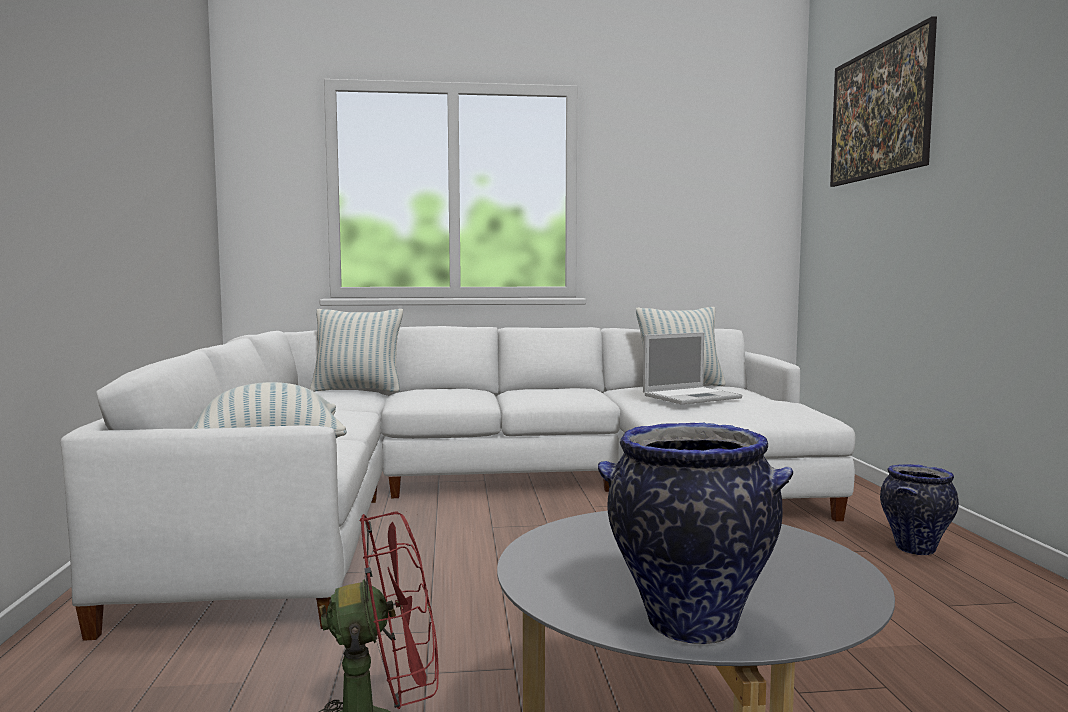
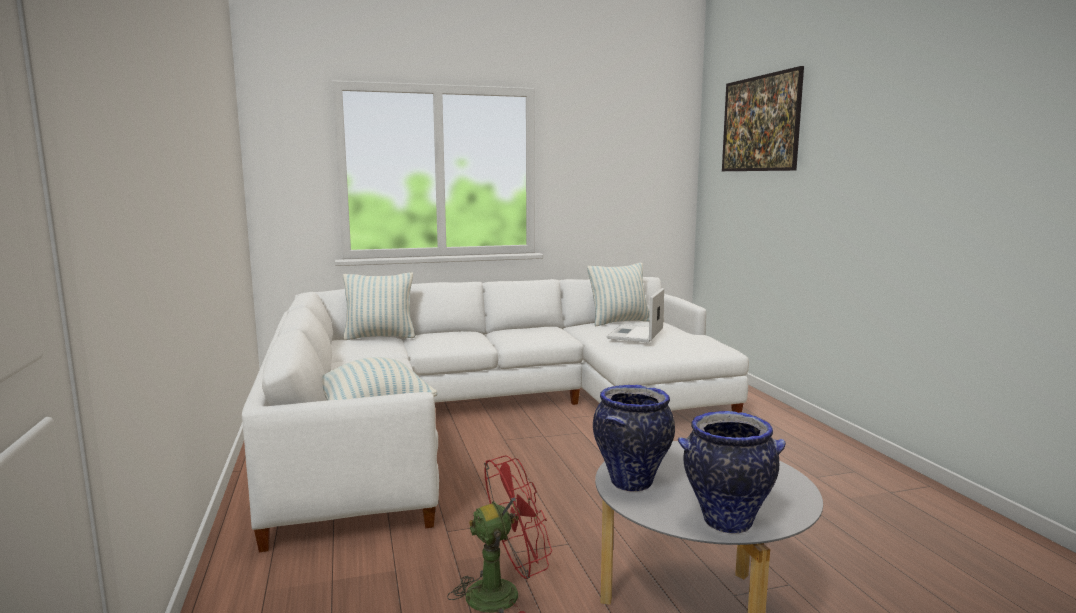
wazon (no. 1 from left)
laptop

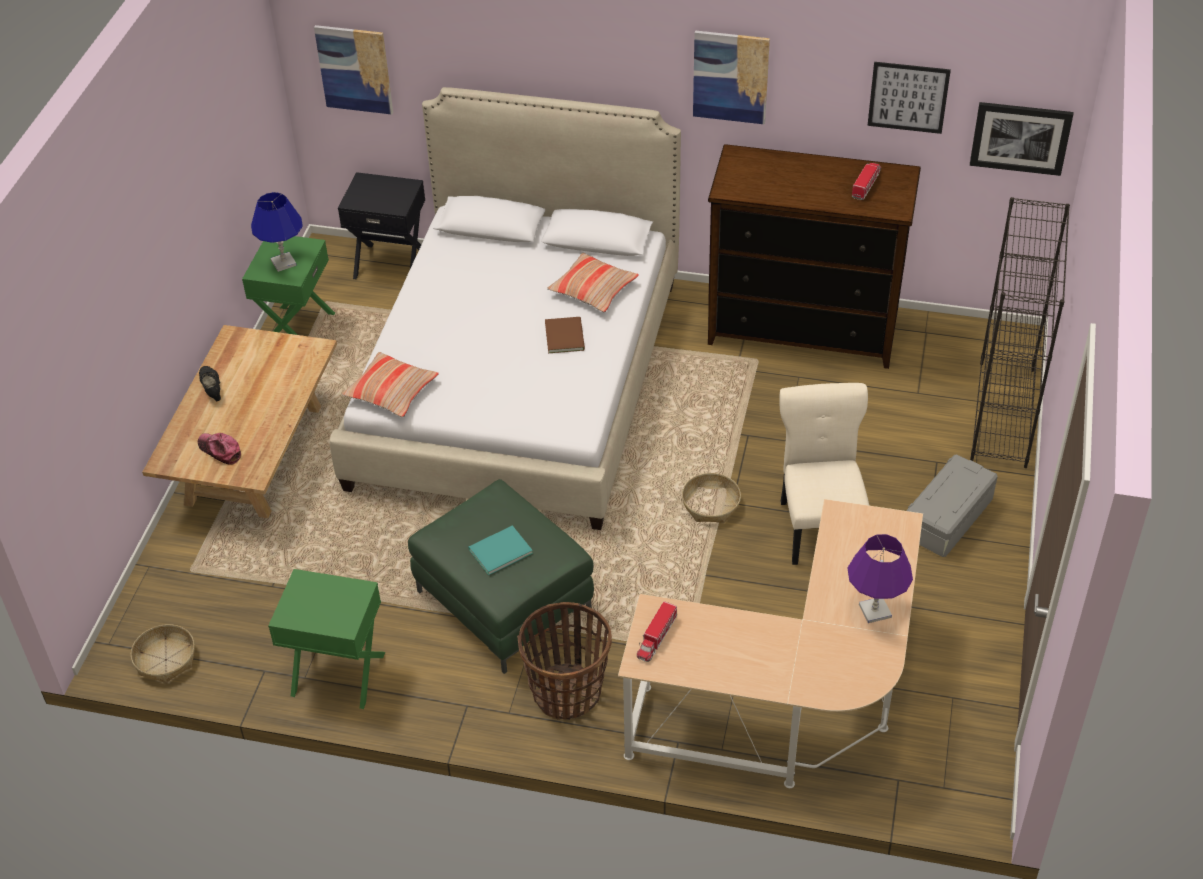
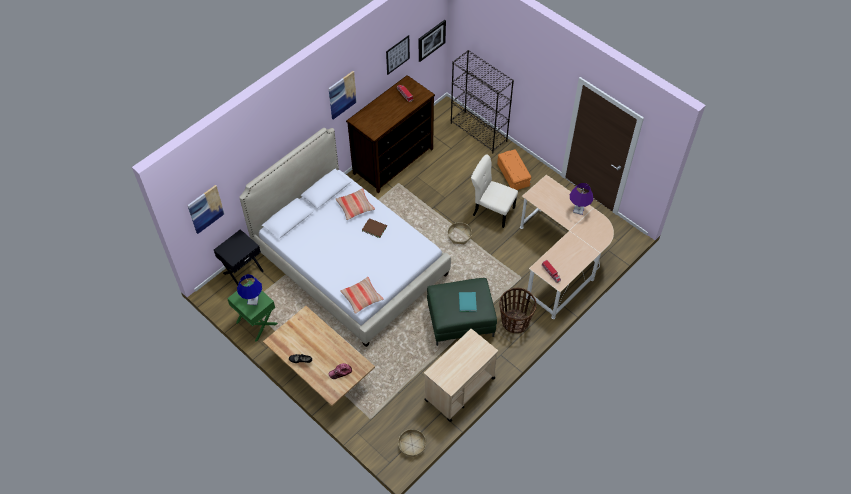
wózek [beżowy]
pojemnik do przechowywania [pomarańczowy]

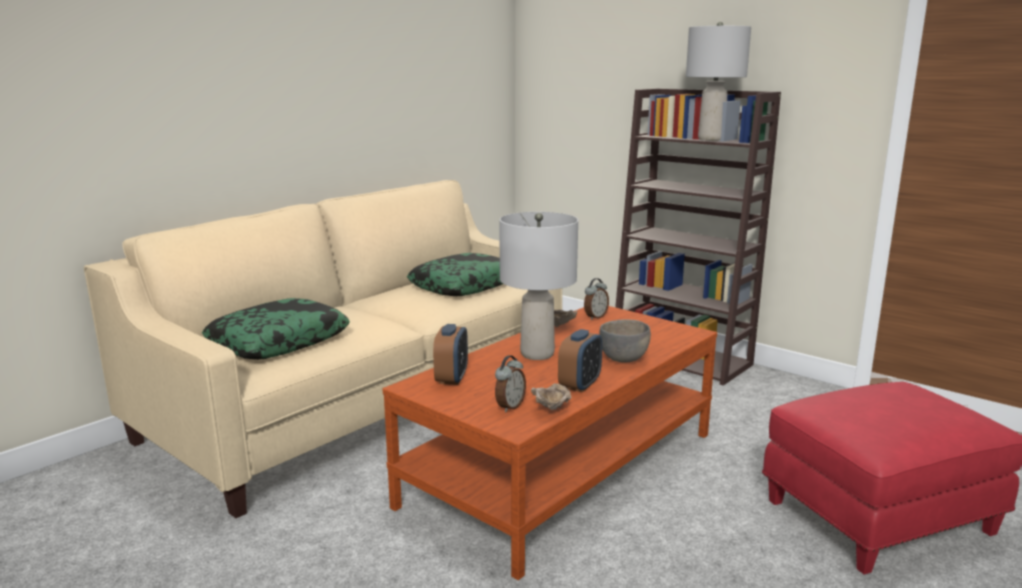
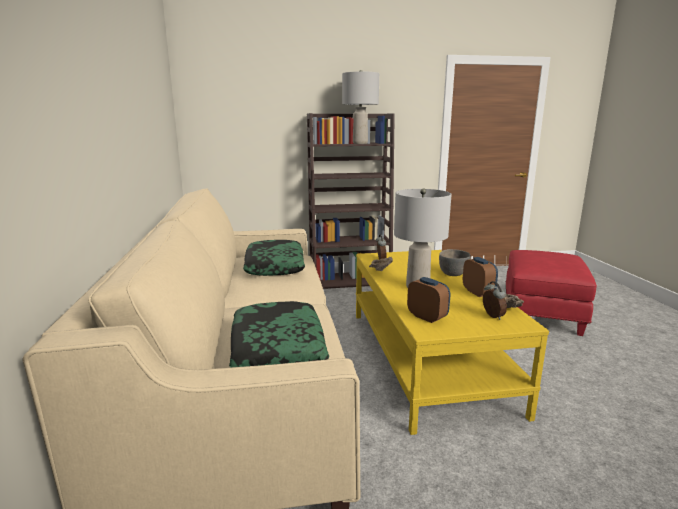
ława [żółty]

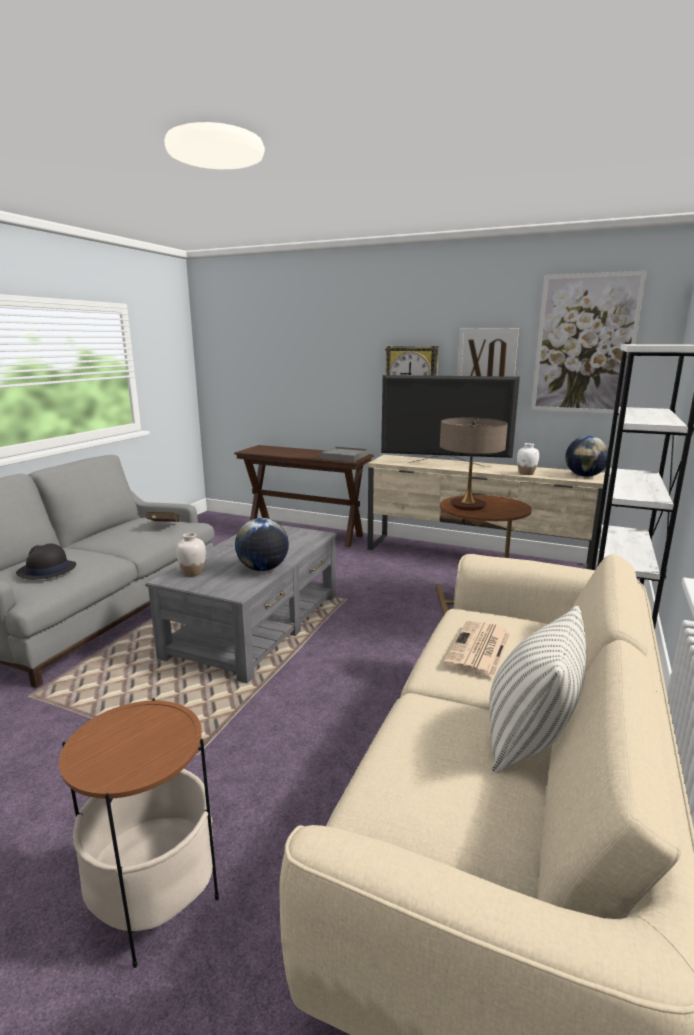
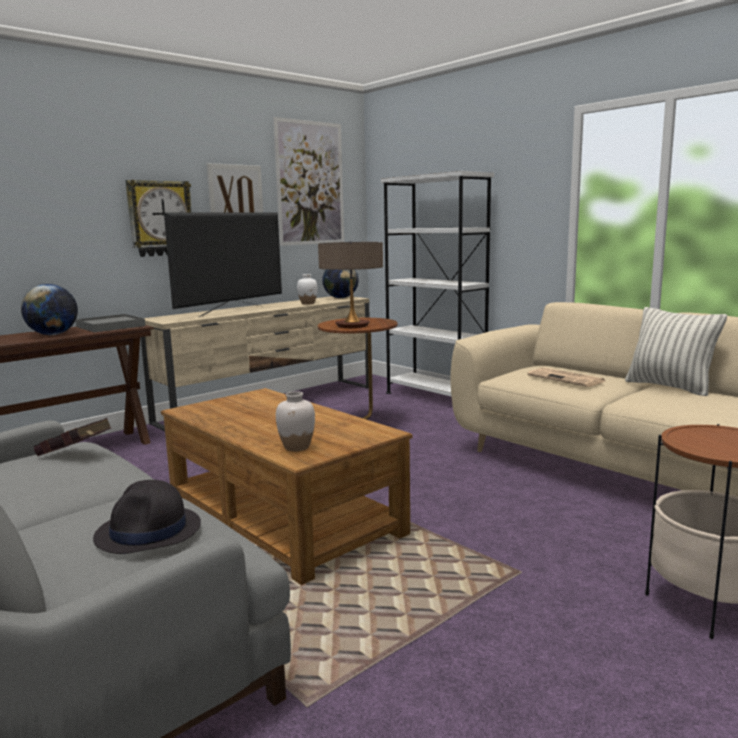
globus (no. 1 from left)
ława [brązowy]

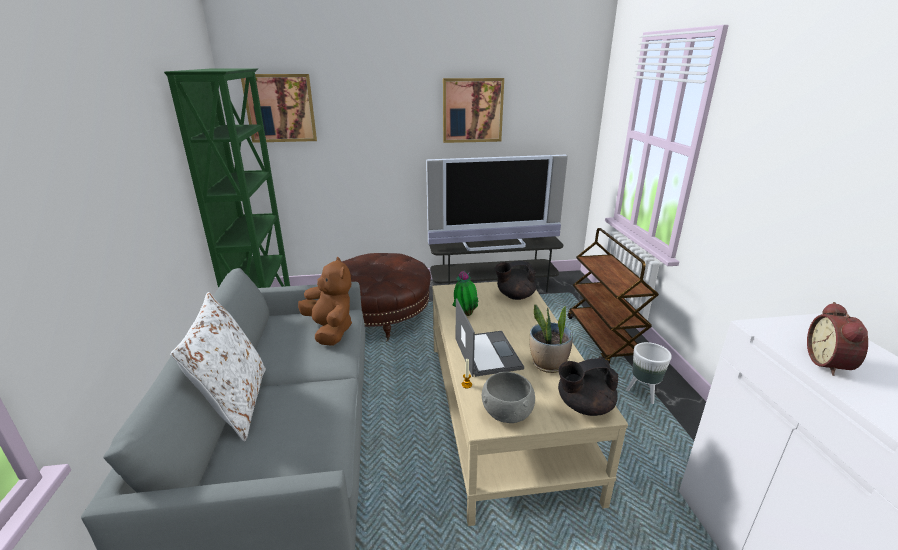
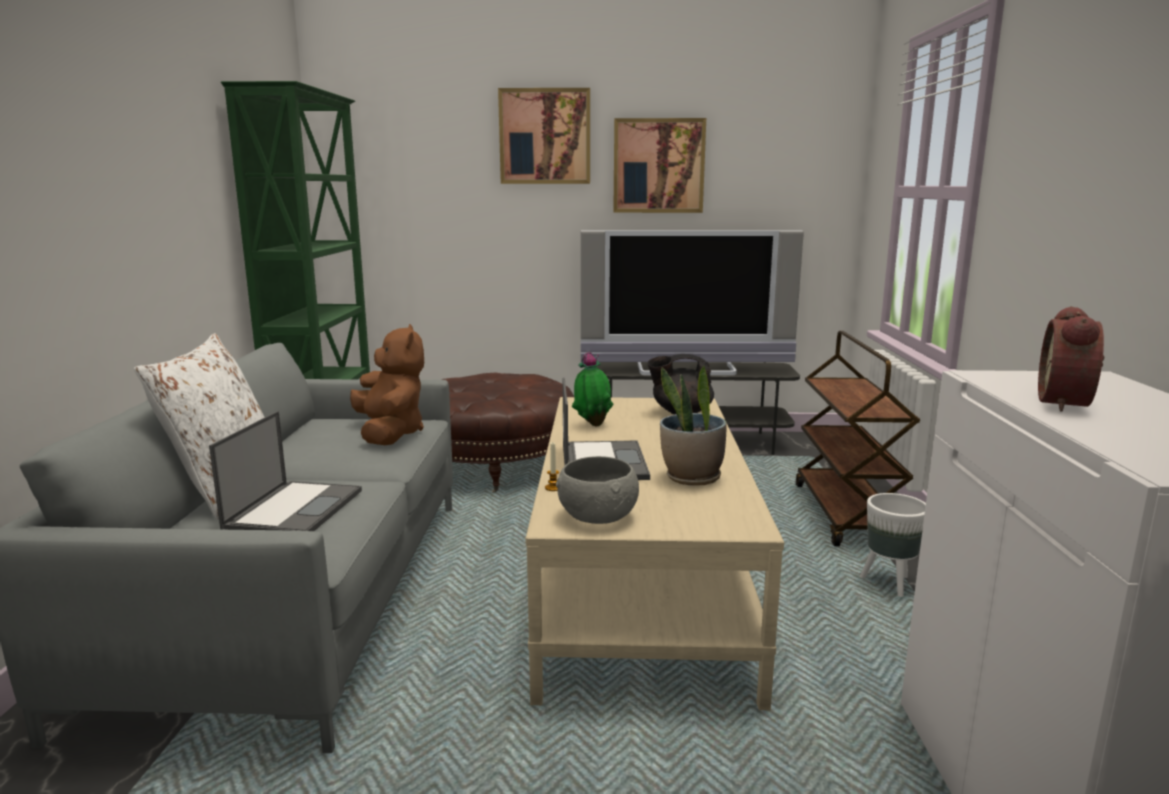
laptop (no. 1 from left)
obraz (no. 1 from left)
imbryk [czarny] (no. 2 from left in the first image)

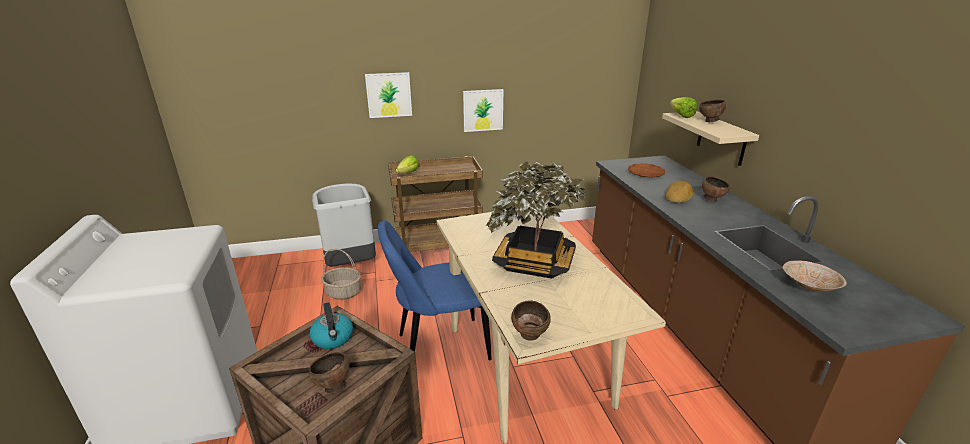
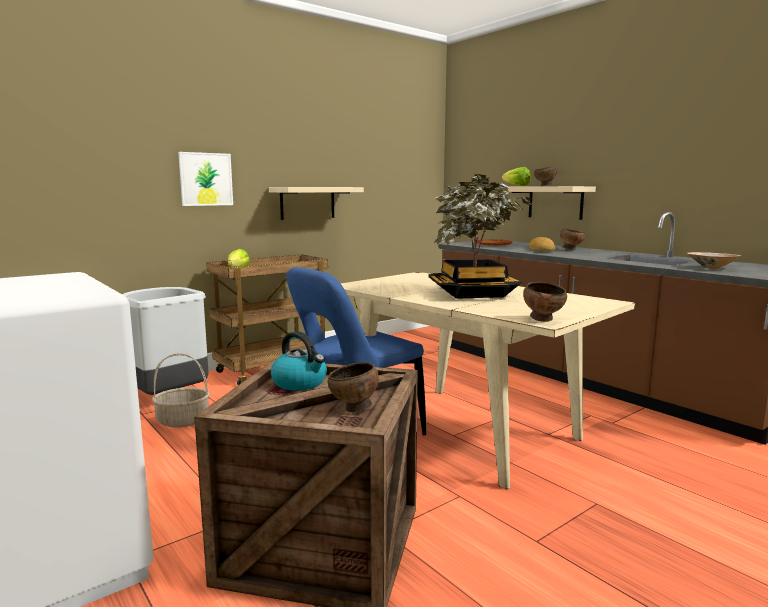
półka [beżowy] (no. 1 from left)

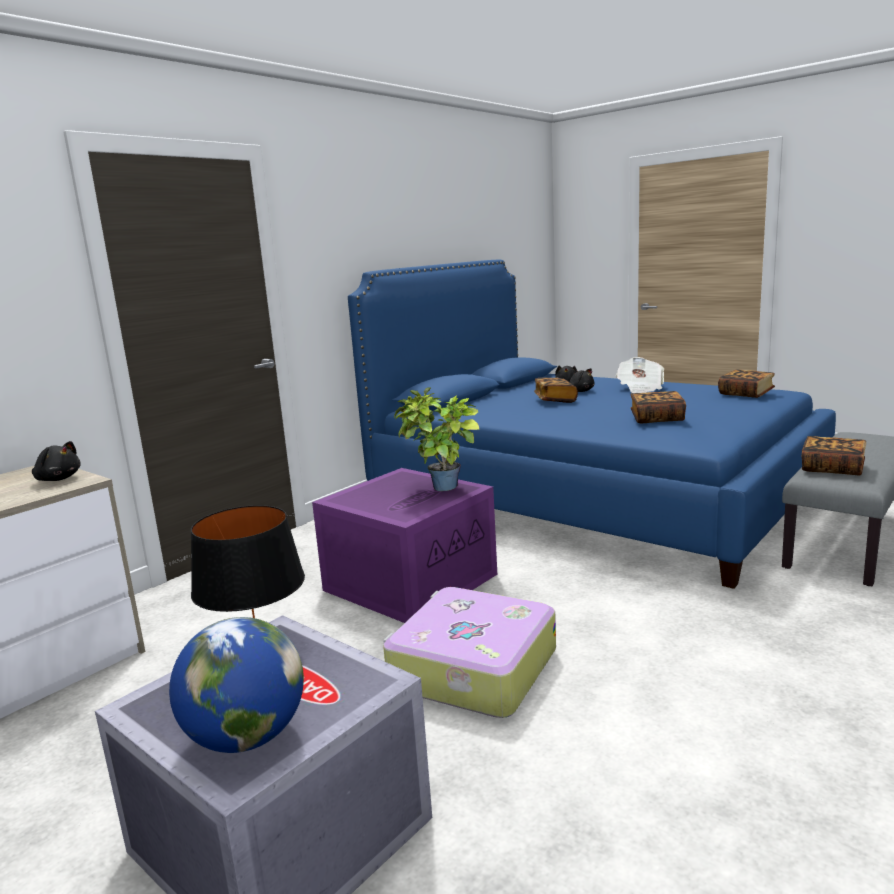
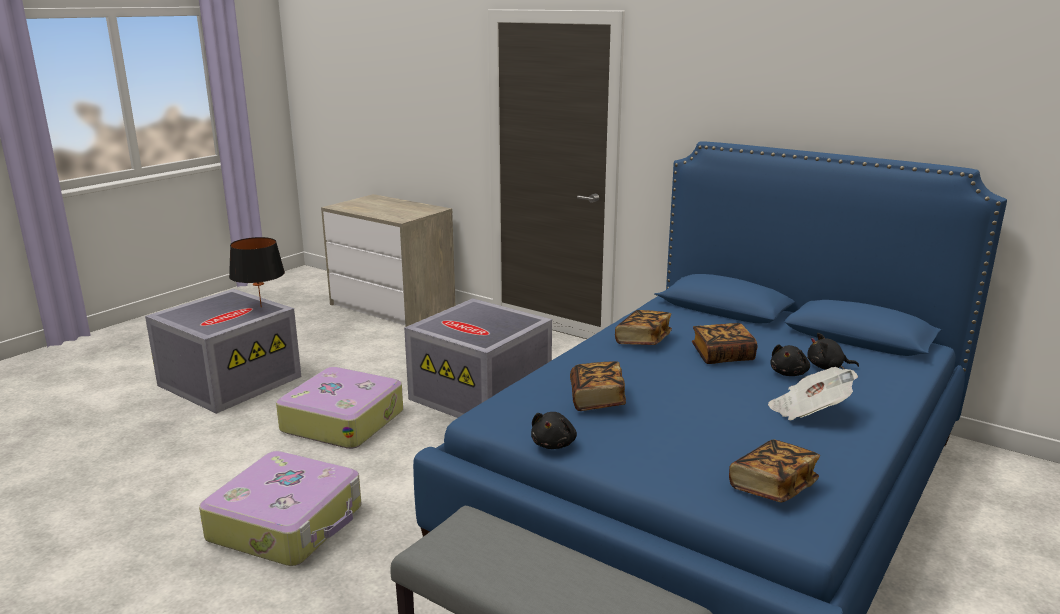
walizka (no. 1 from left)
pojemnik do przechowywania [szary] (no. 2 from left)
pluszak [czarny] (no. 1 from left)
książka (no. 2 from left)
globus
roślina doniczkowa

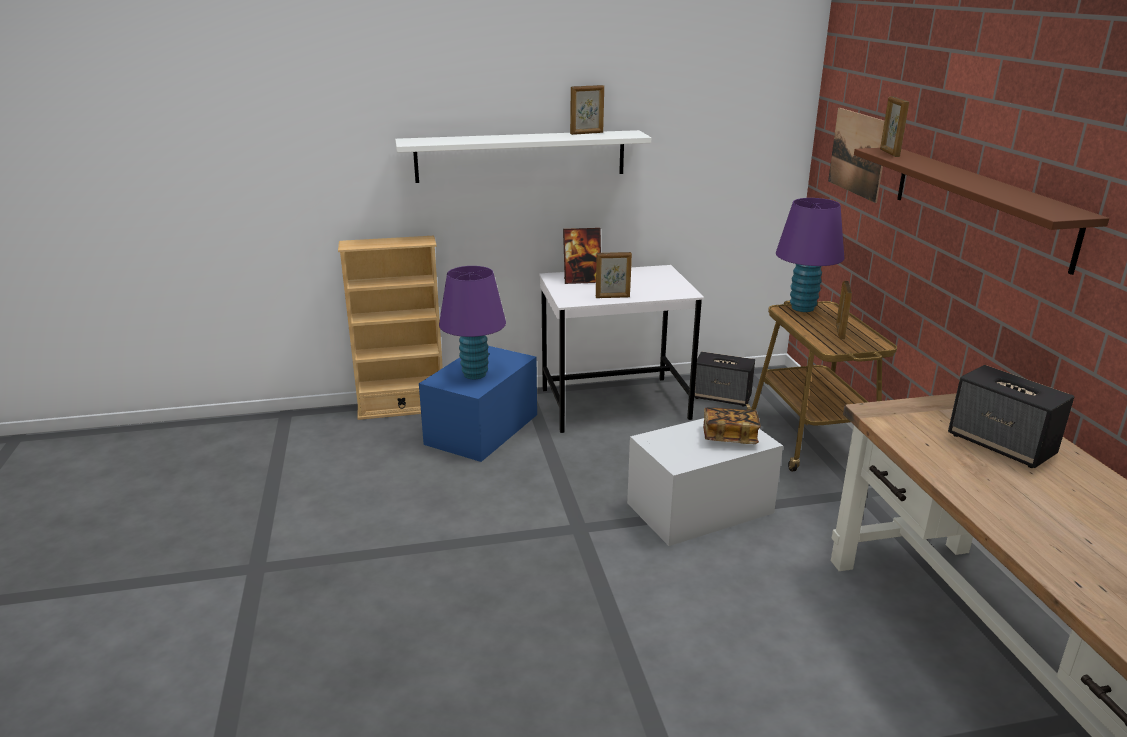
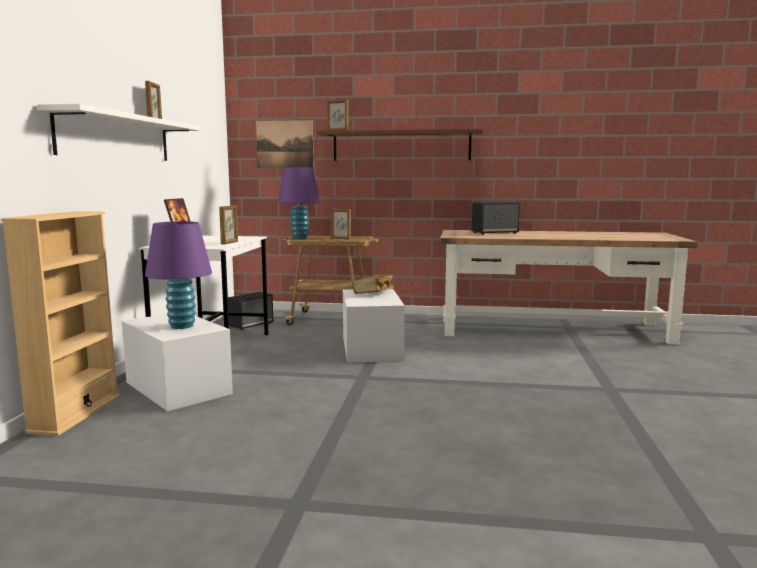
pojemnik do przechowywania [biały] (no. 1 from left)

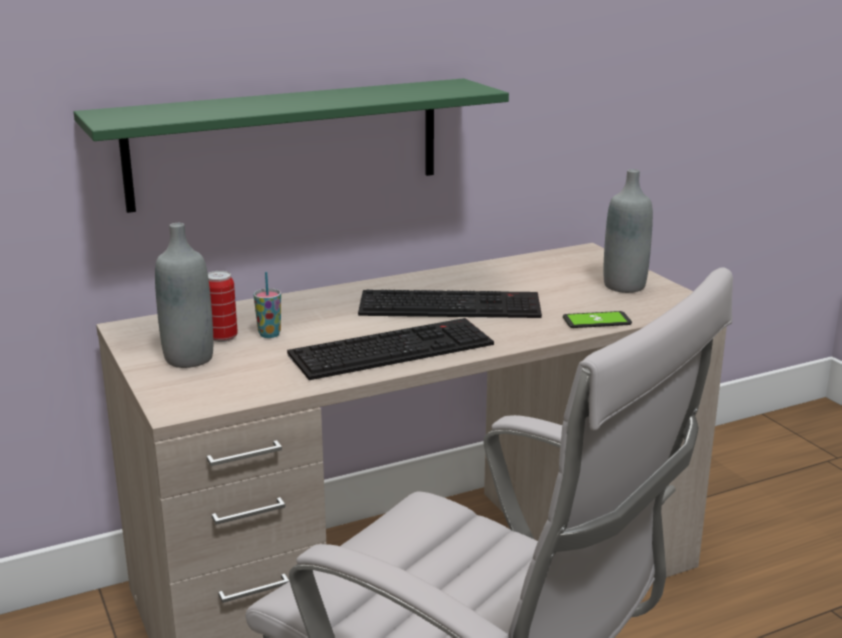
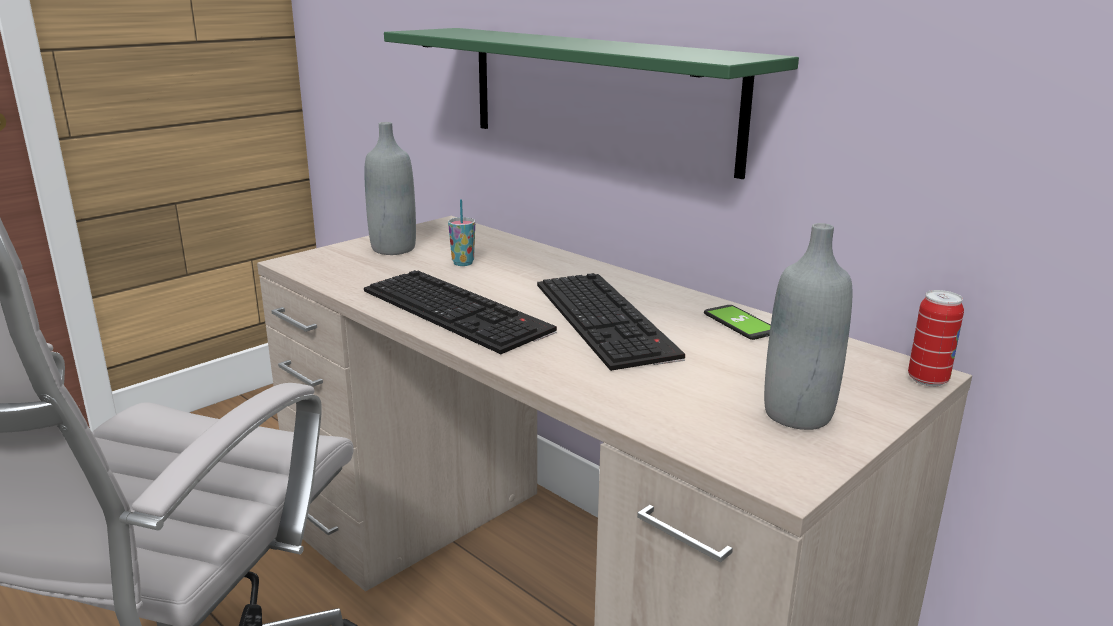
telefon
puszka

